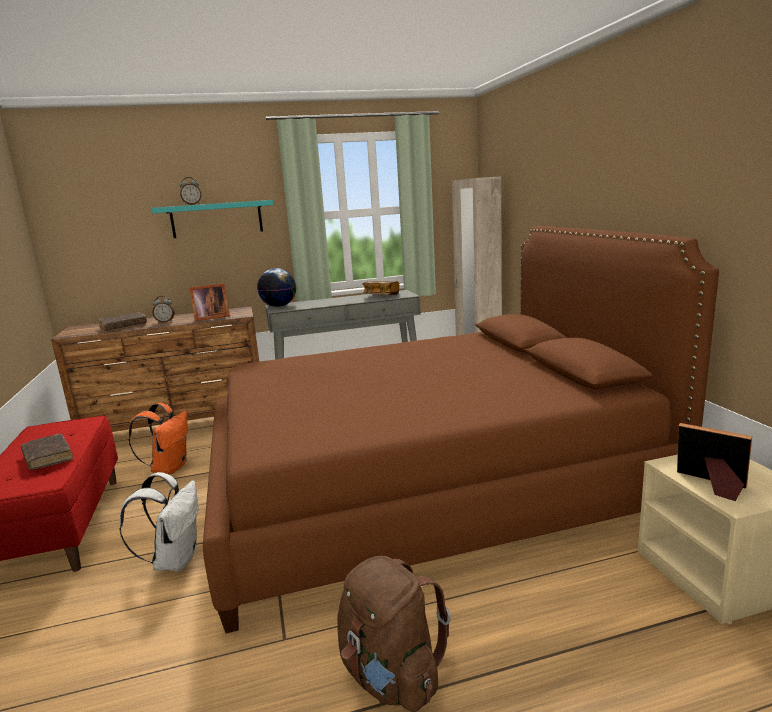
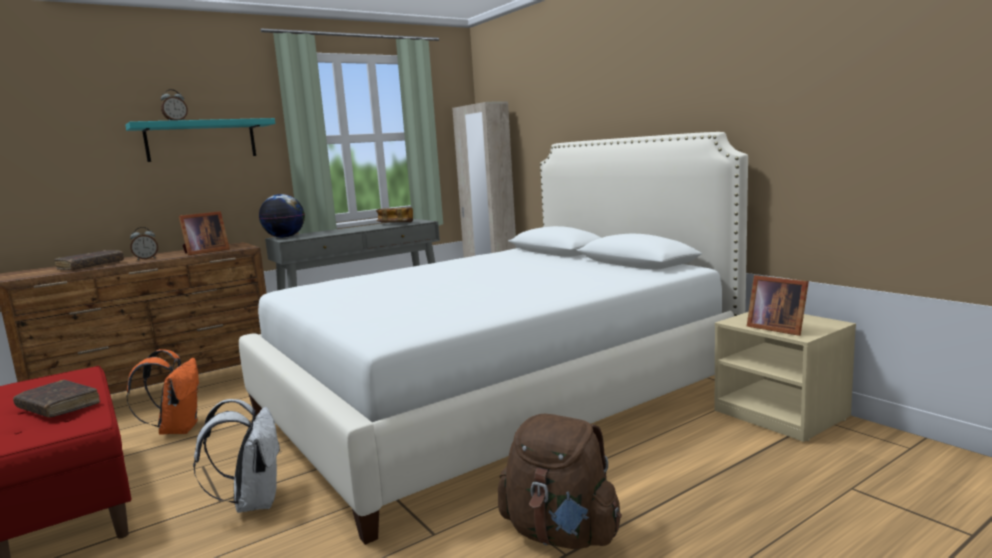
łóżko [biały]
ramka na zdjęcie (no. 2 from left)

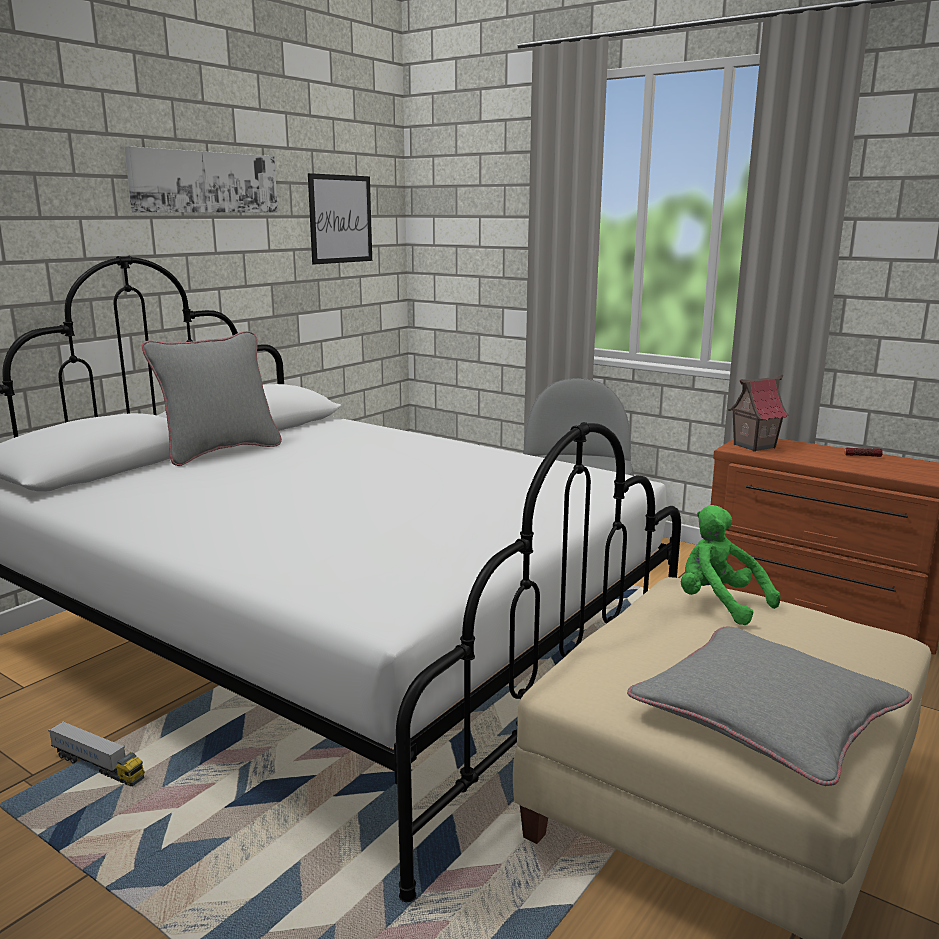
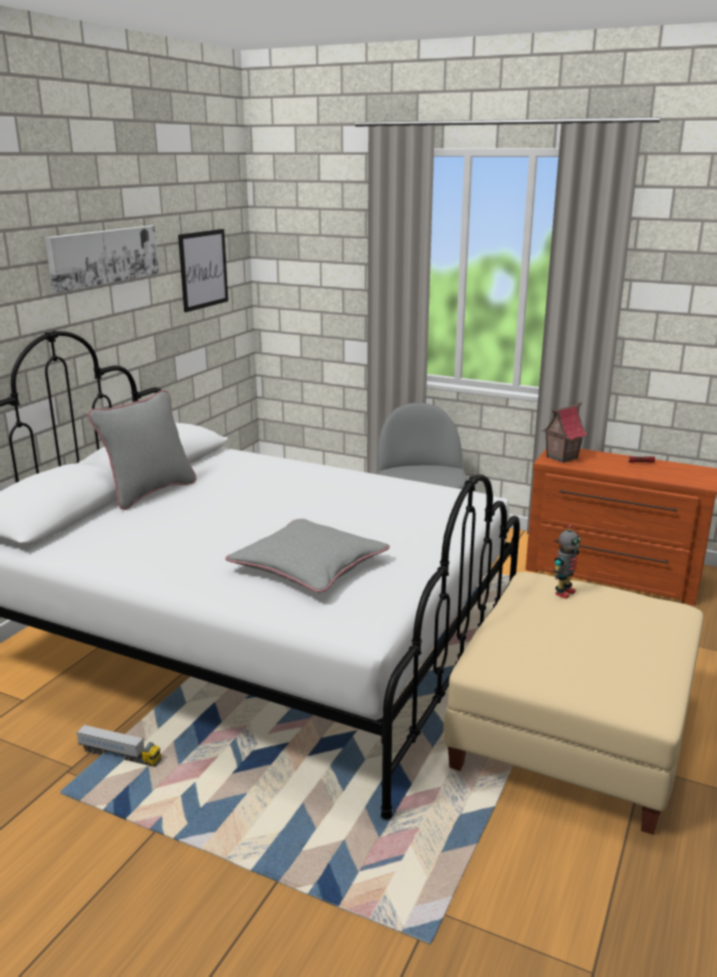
poduszka [szary] (no. 2 from left)
robot zabawkowy

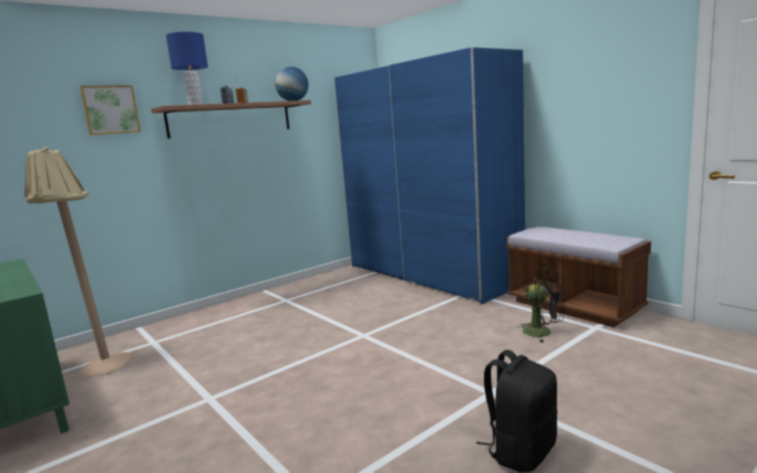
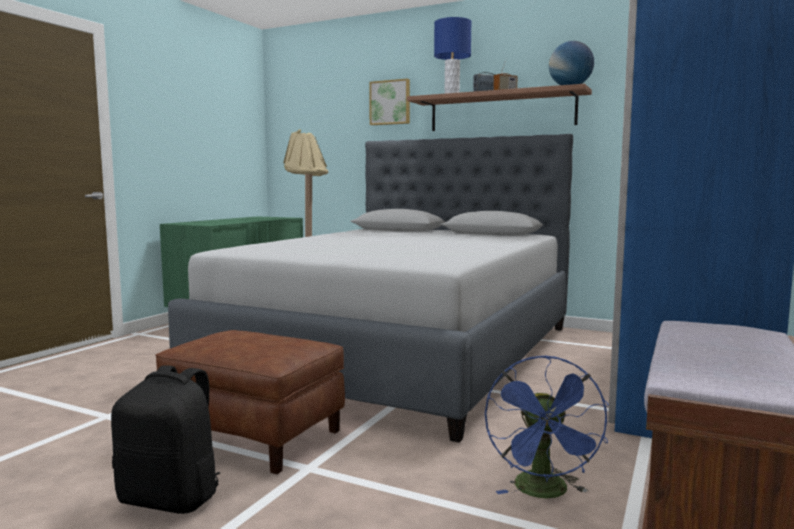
pufa [brązowy]
łóżko [szary]
wentylator [niebieski]

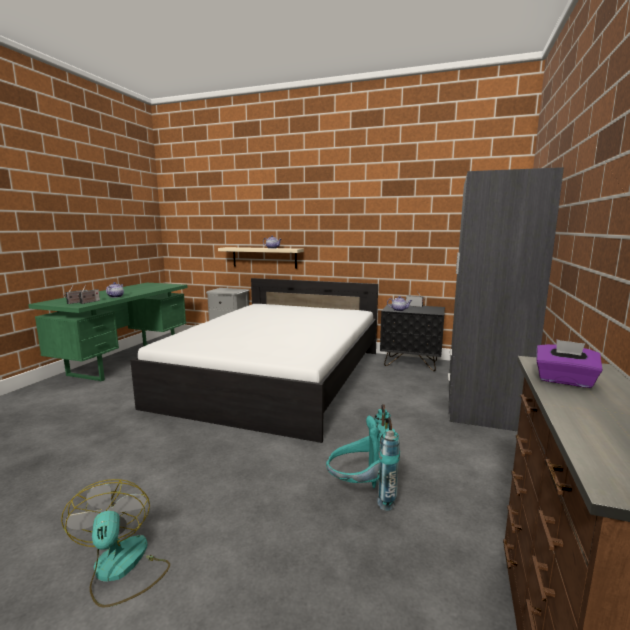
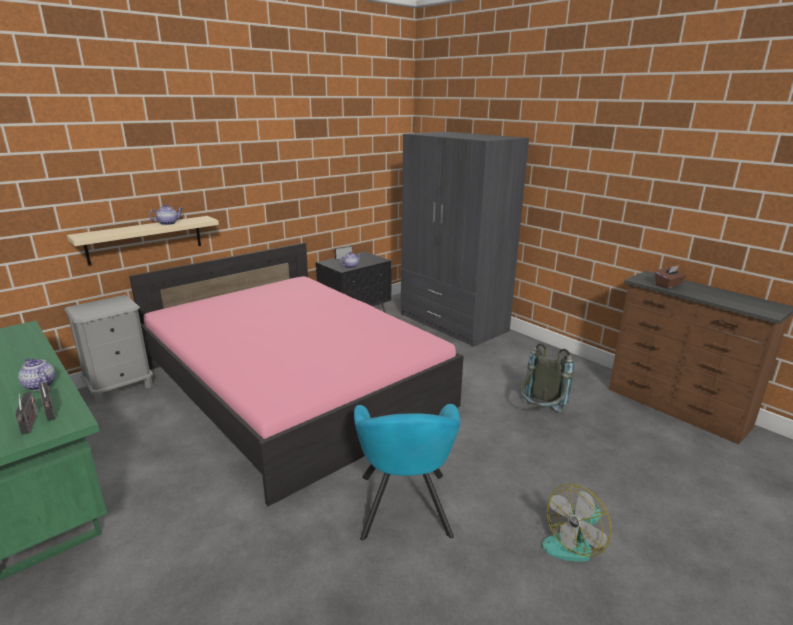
łóżko [różowy]
fotel [turkusowy]
plecak [szary]
wentylator
pudełko chusteczek [brązowy]

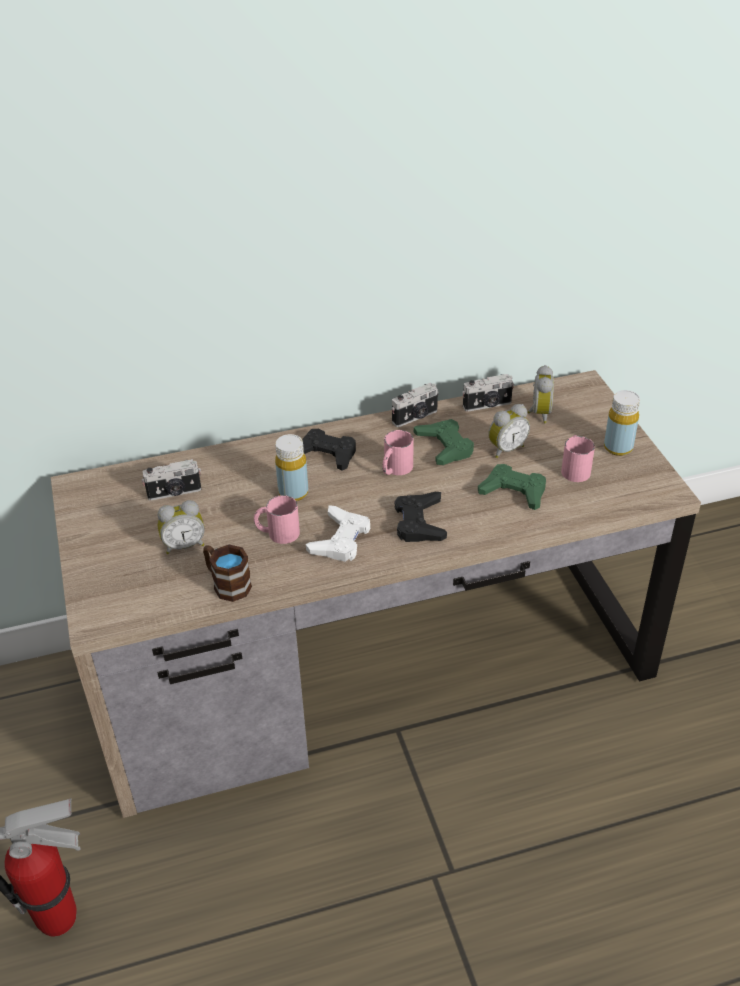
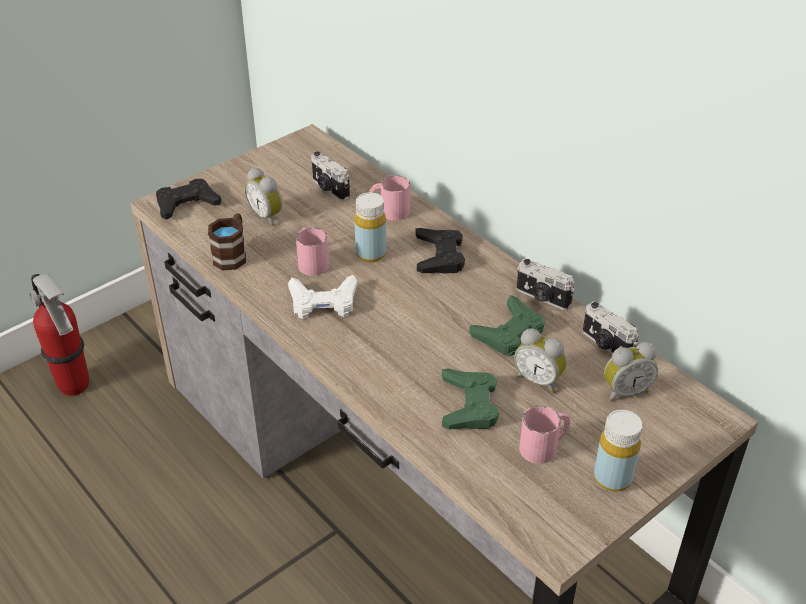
pad do gier [czarny] (no. 1 from left)
kubek [różowy] (no. 2 from left)

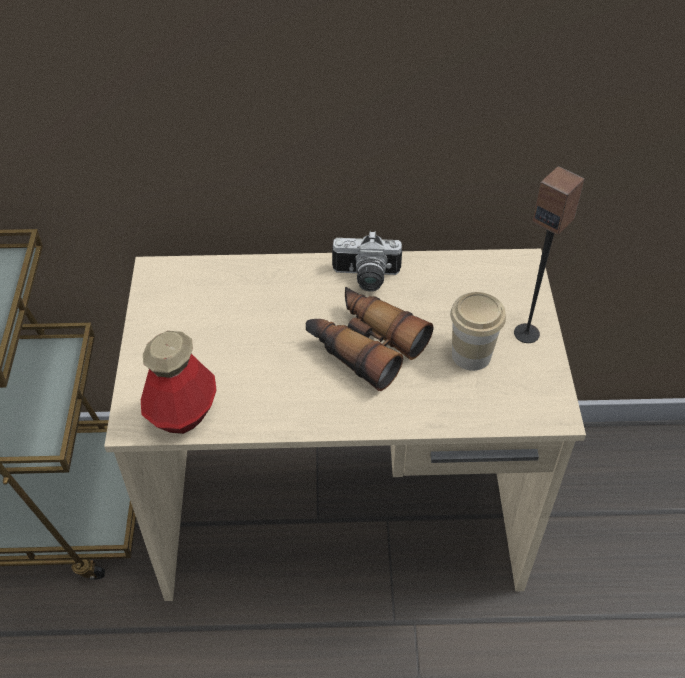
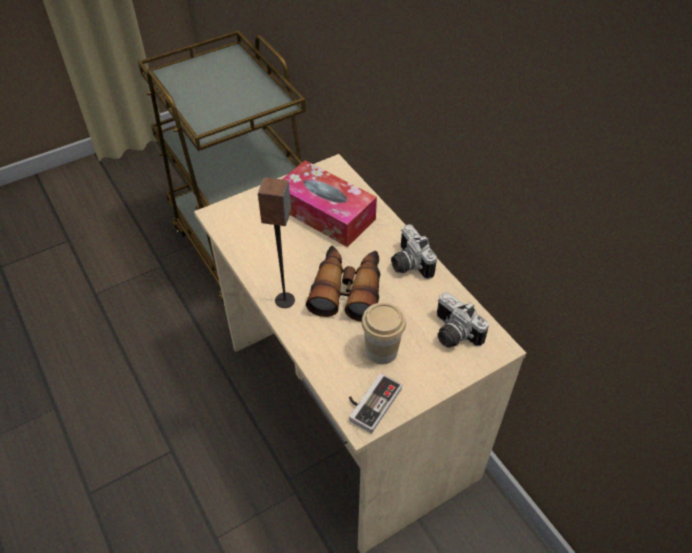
głośnik
pudełko chusteczek
pad do gier
aparat fotograficzny (no. 2 from left)
butelka

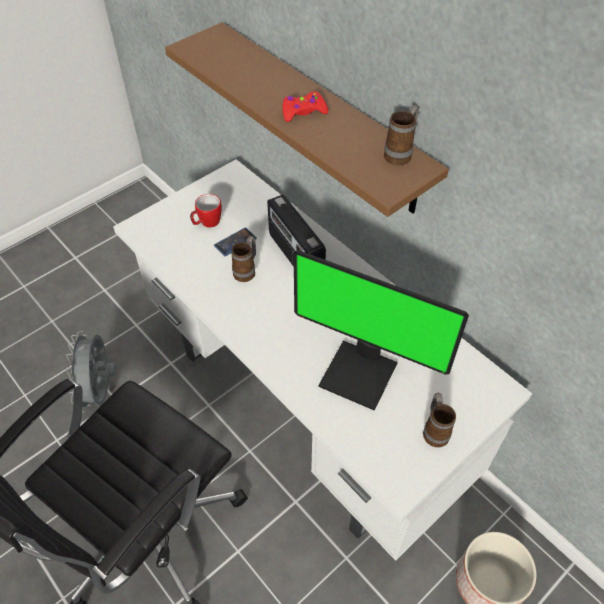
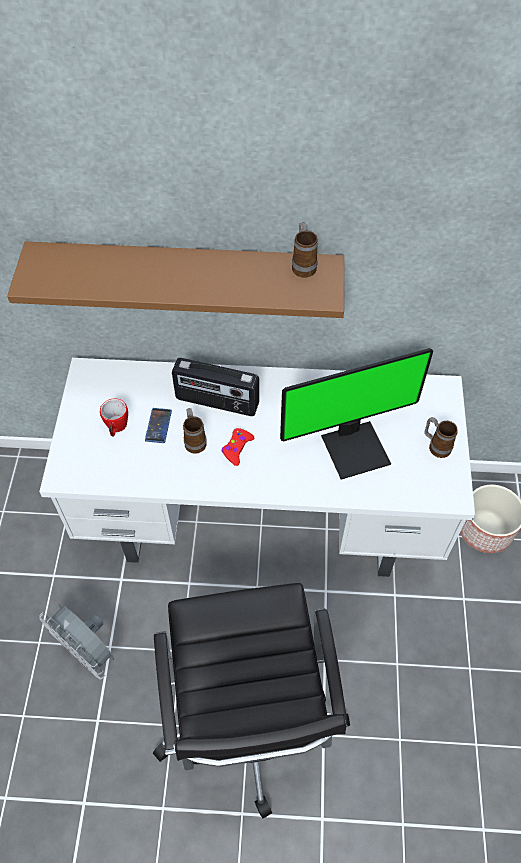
pad do gier [czerwony]

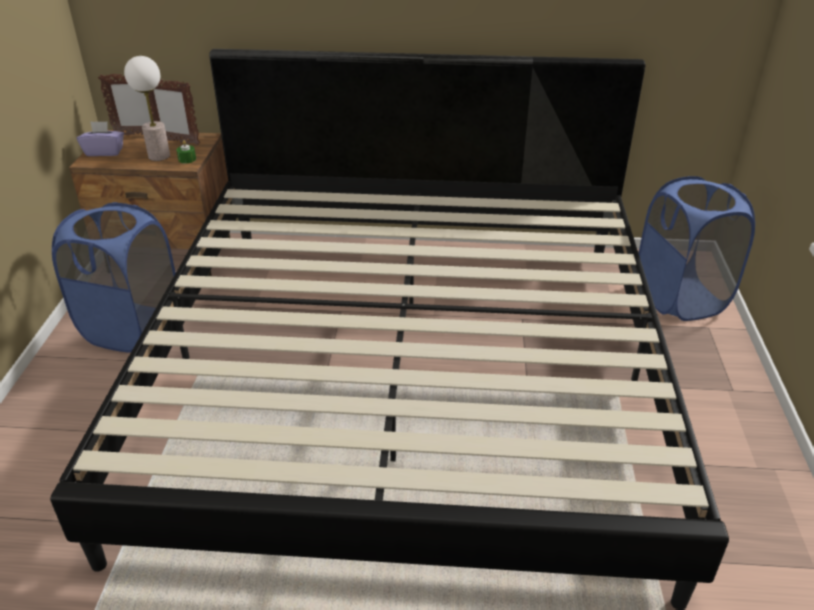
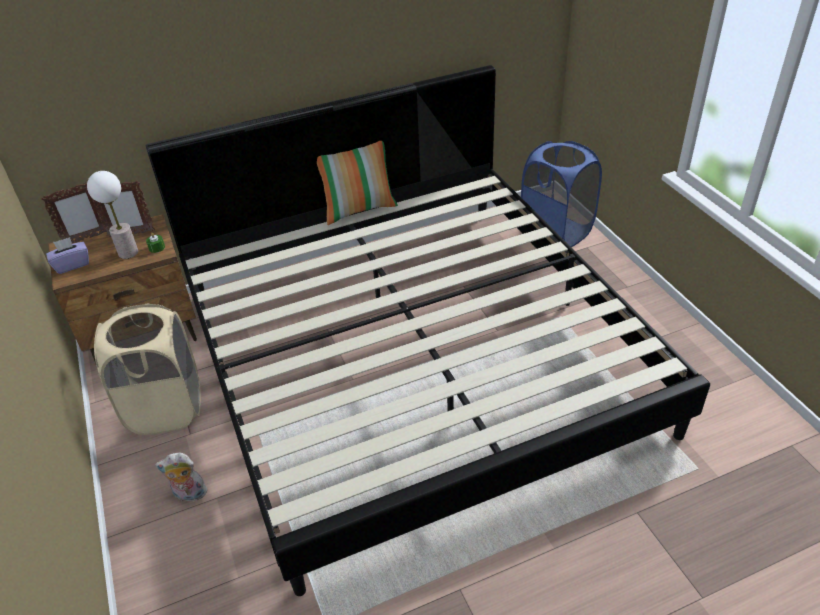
kosz na pranie [beżowy]
pluszak
poduszka

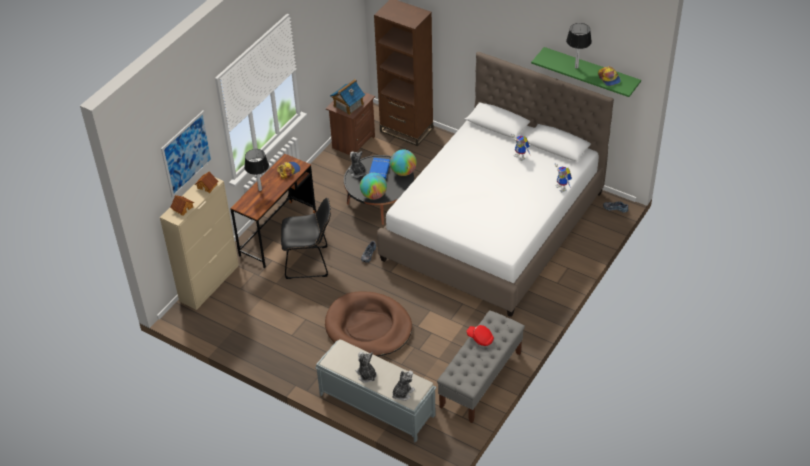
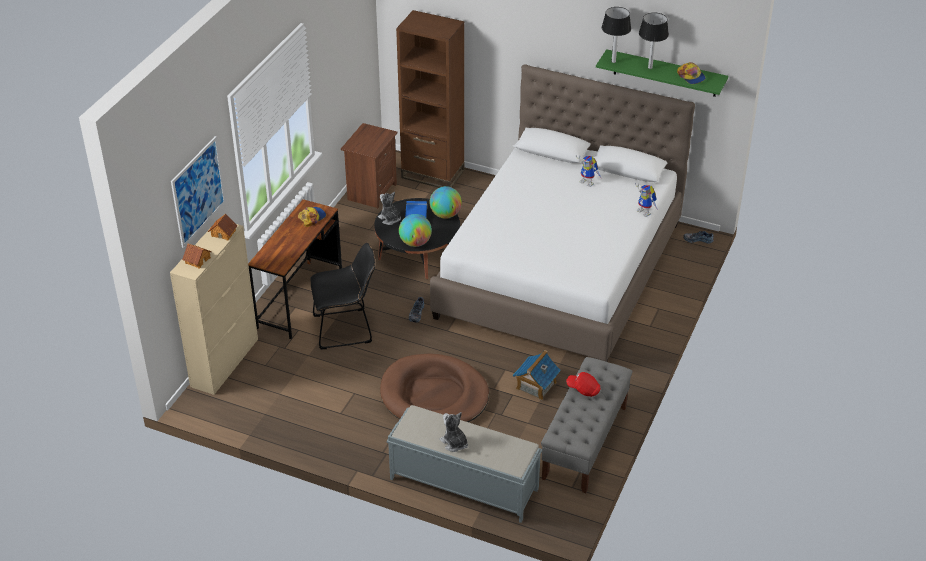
domek (no. 3 from left)
lampa stołowa (no. 1 from left)
pluszak (no. 3 from left in the first image)

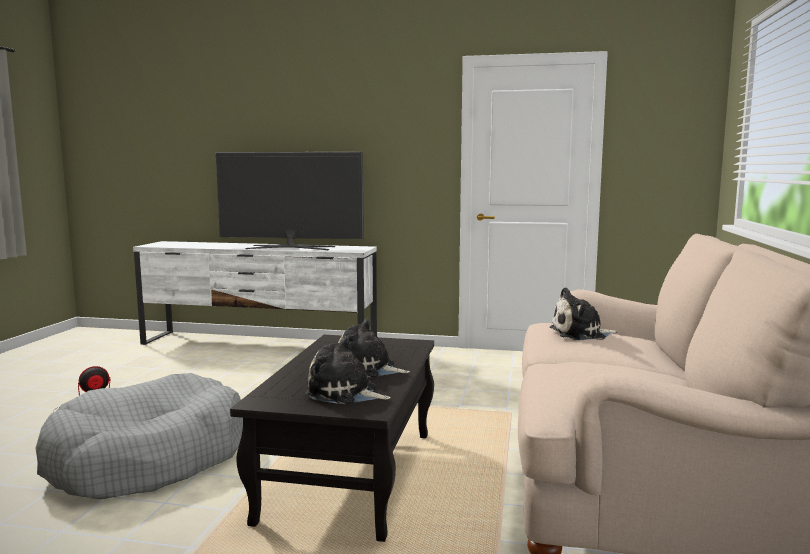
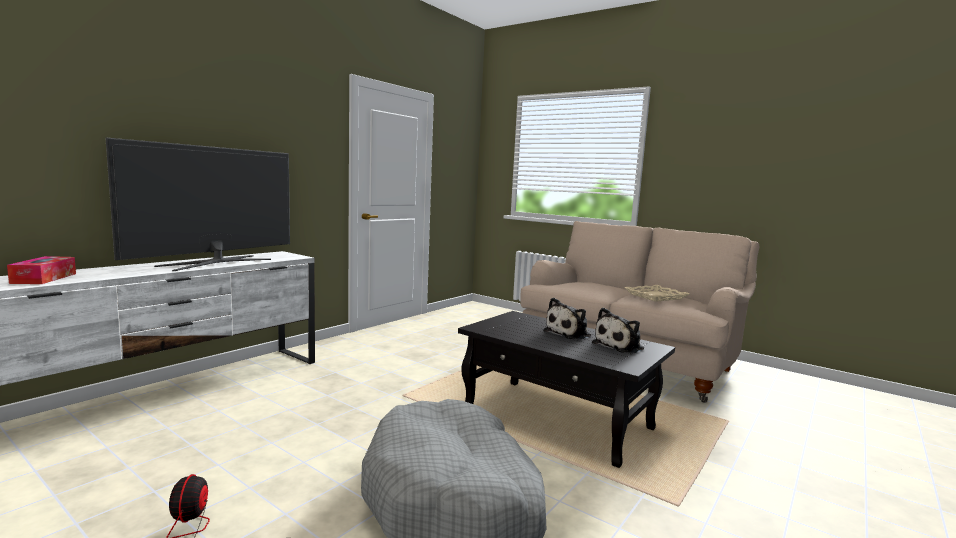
pudełko chusteczek
taca [beżowy]
pluszak (no. 3 from left in the first image)

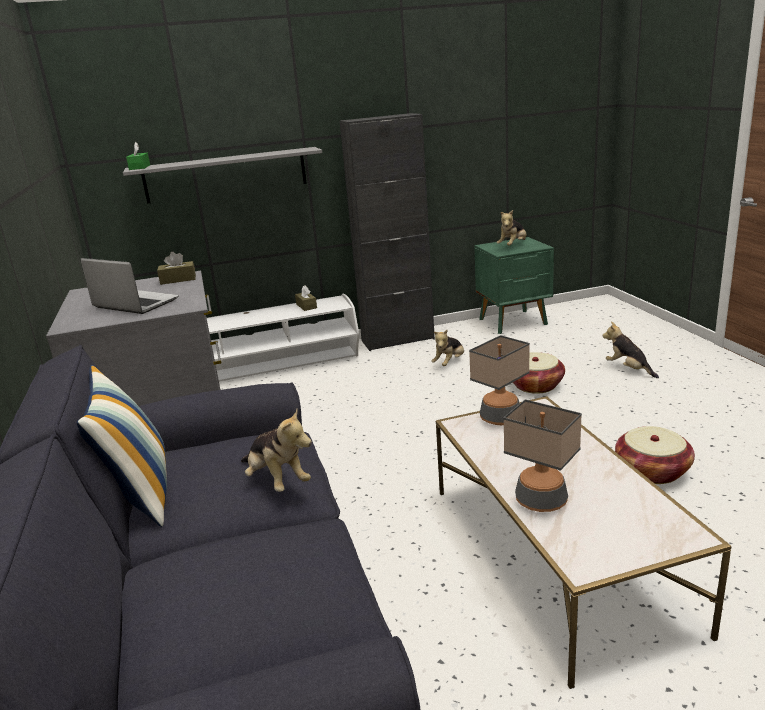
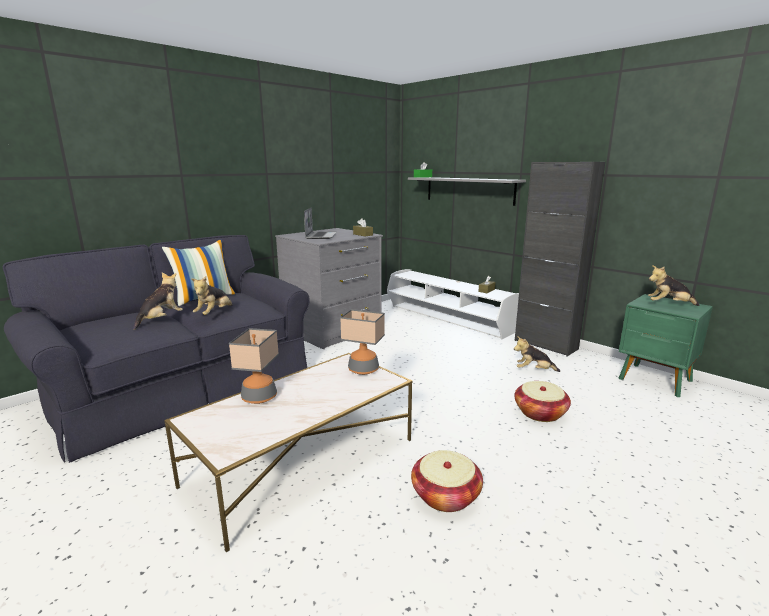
pluszak (no. 1 from left)

